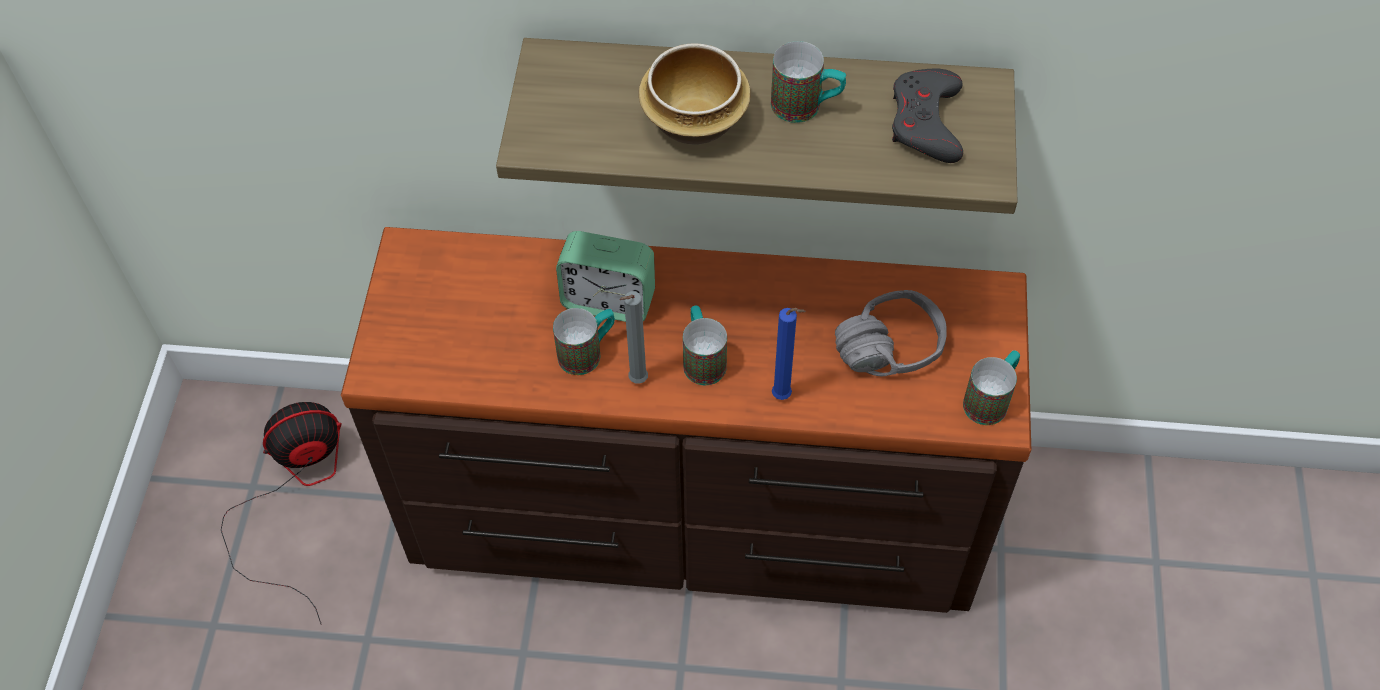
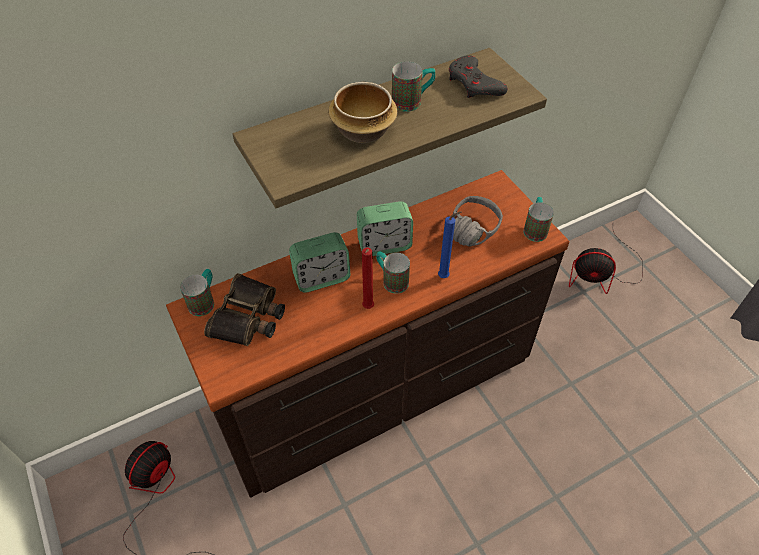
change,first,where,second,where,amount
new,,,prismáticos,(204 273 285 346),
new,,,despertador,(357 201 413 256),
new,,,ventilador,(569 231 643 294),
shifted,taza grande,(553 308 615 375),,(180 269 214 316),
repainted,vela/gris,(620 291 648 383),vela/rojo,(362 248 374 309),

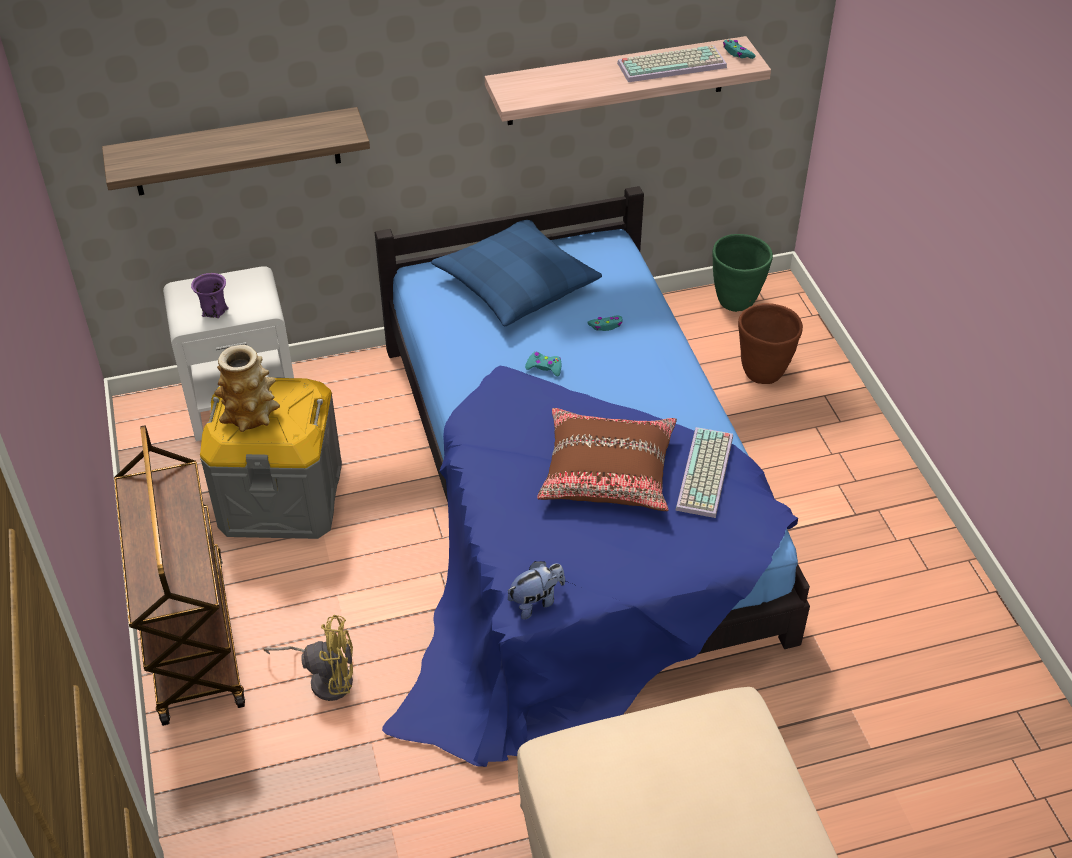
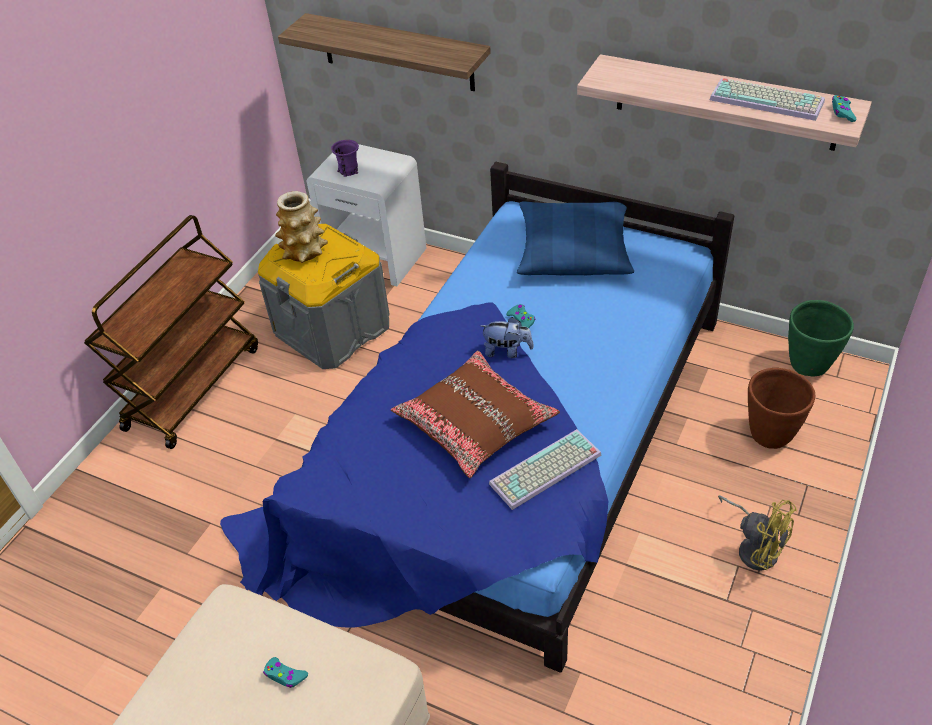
change,first,where,second,where,amount
shifted,ventilador/amarillo,(264 615 353 701),,(718 495 797 571),
shifted,peluche,(507 561 565 620),,(481 317 534 358),
shifted,mando de consola/turquesa,(587 315 623 331),,(263 657 308 688),

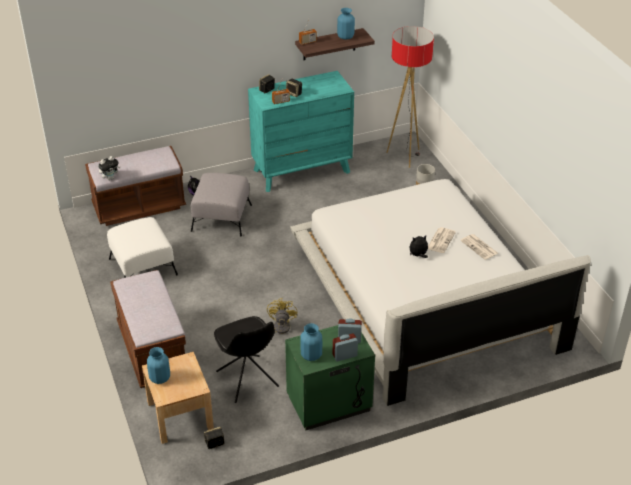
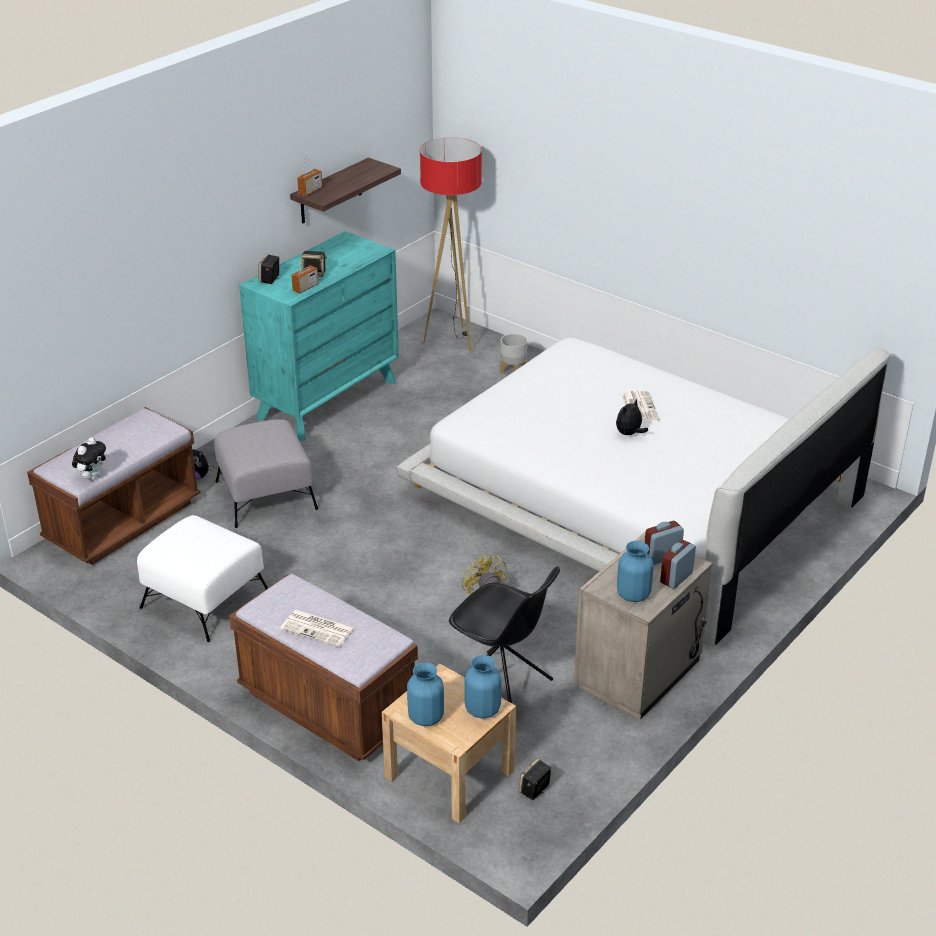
change,first,where,second,where,amount
shifted,florero/azul,(337 8 355 40),,(464 655 502 719),
shifted,periódico,(460 234 498 260),,(280 610 354 647),
repainted,mesita de noche/verde,(285 325 375 430),mesita de noche/beis,(574 532 713 720),

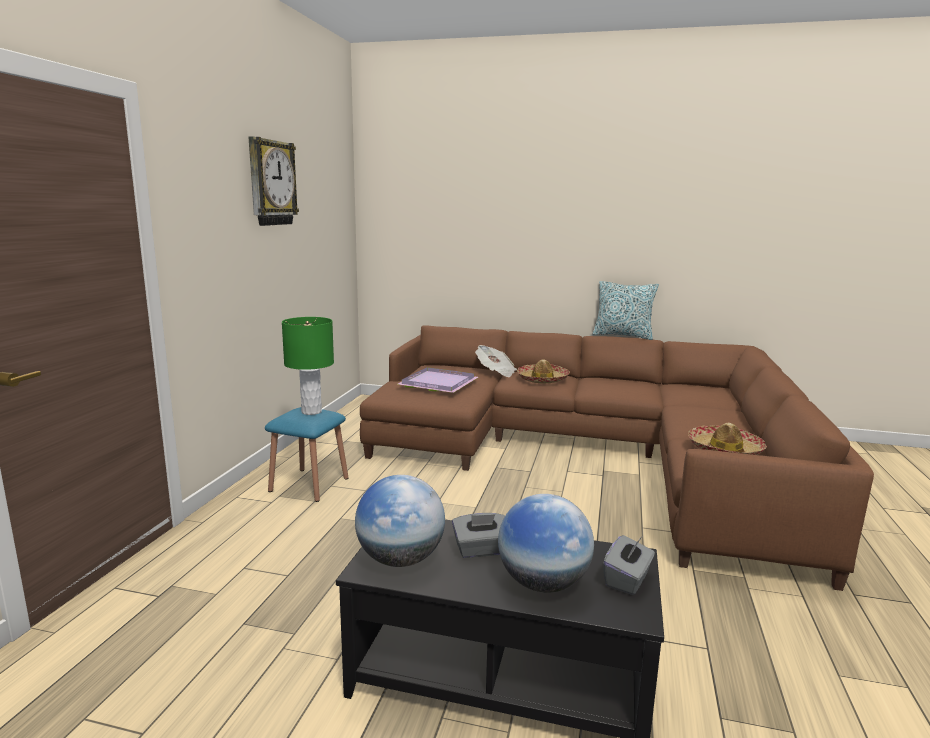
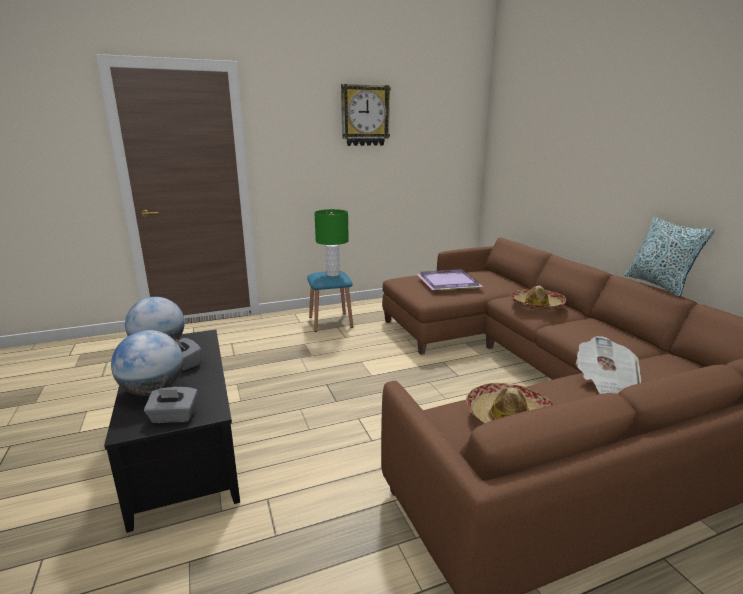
change,first,where,second,where,amount
shifted,periódico,(475 345 517 377),,(576 336 641 394),

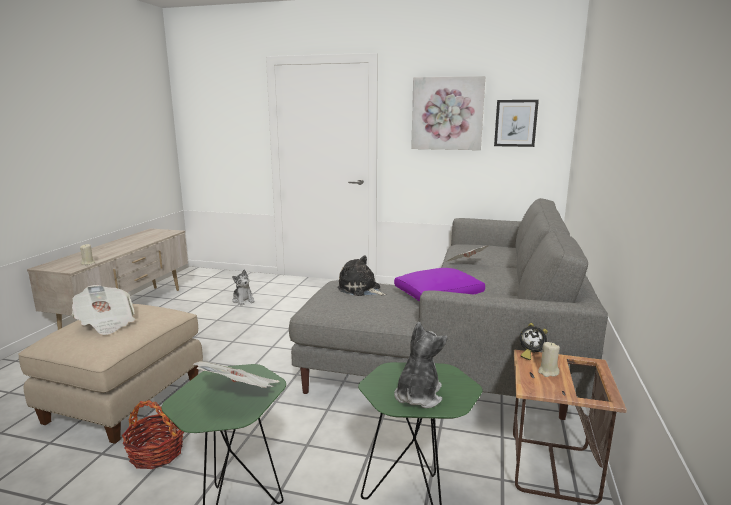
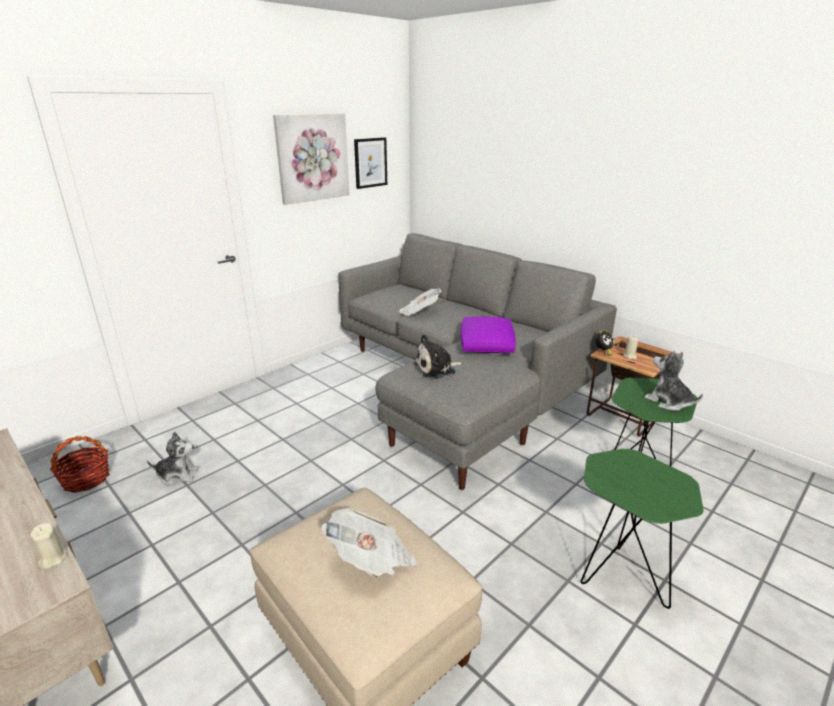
change,first,where,second,where,amount
gone,periódico,(193 361 280 388),,,
shifted,cesta,(122 400 184 469),,(50 436 110 493),

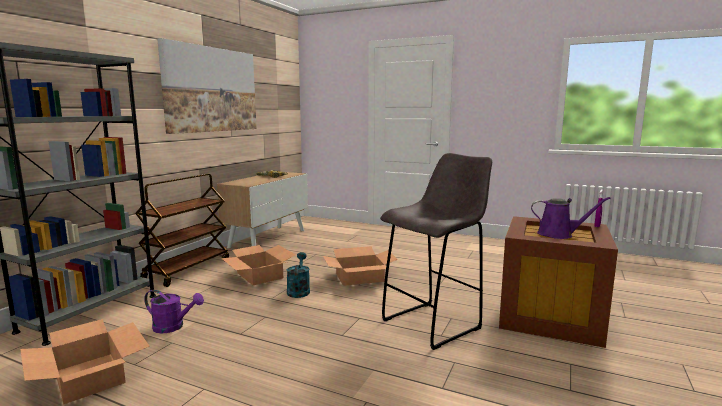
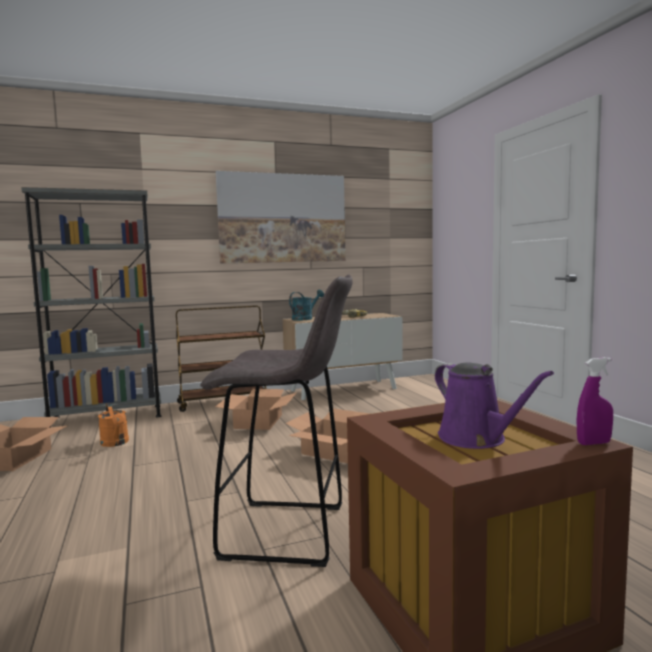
change,first,where,second,where,amount
shifted,regadera/turquesa,(287 252 310 298),,(289 290 324 321),
repainted,regadera/morado,(144 290 204 333),regadera/naranja,(98 403 129 447),

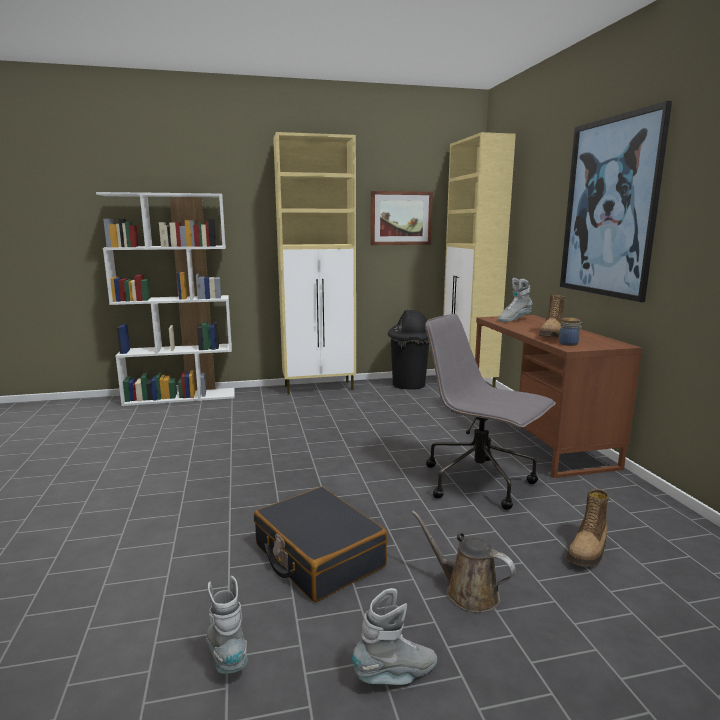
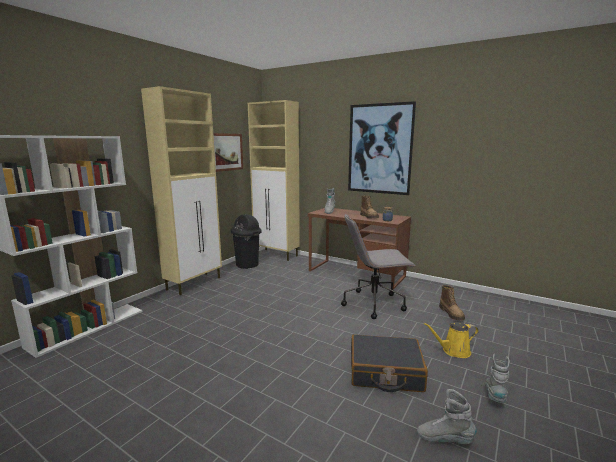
change,first,where,second,where,amount
repainted,regadera/marrón,(411 510 516 613),regadera/amarillo,(424 322 479 358),

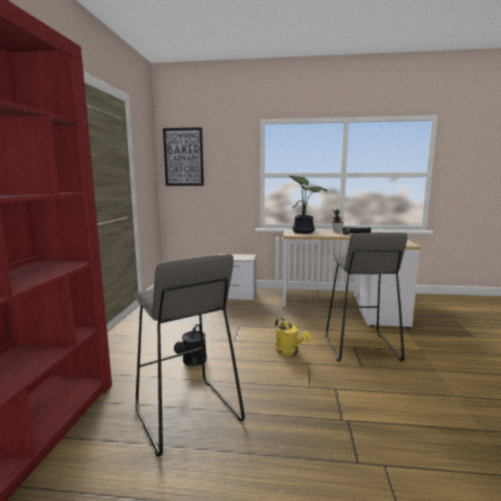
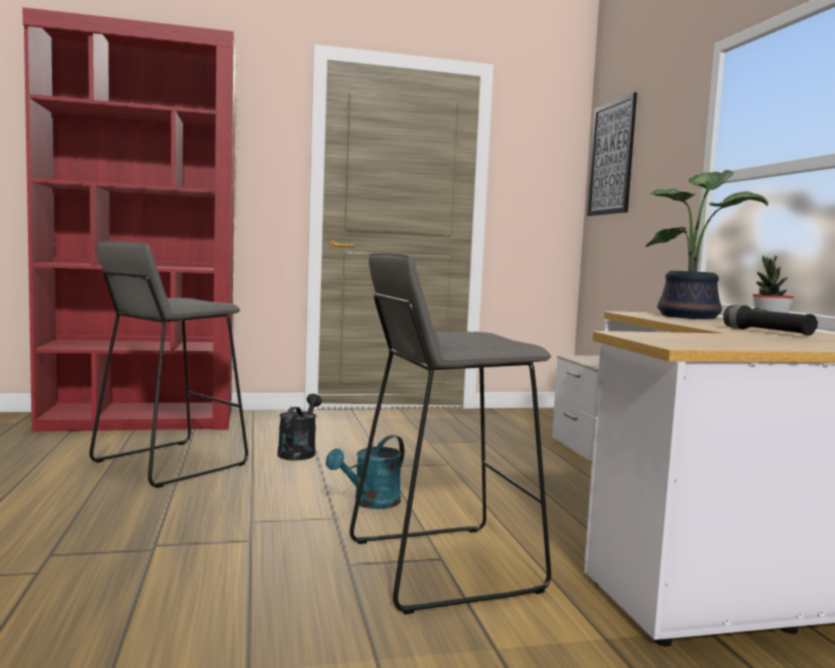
change,first,where,second,where,amount
repainted,regadera/amarillo,(275 317 312 356),regadera/turquesa,(326 435 404 509),
rotated,regadera/negro,(174 324 207 366),,(278 394 322 460),105 degrees clockwise

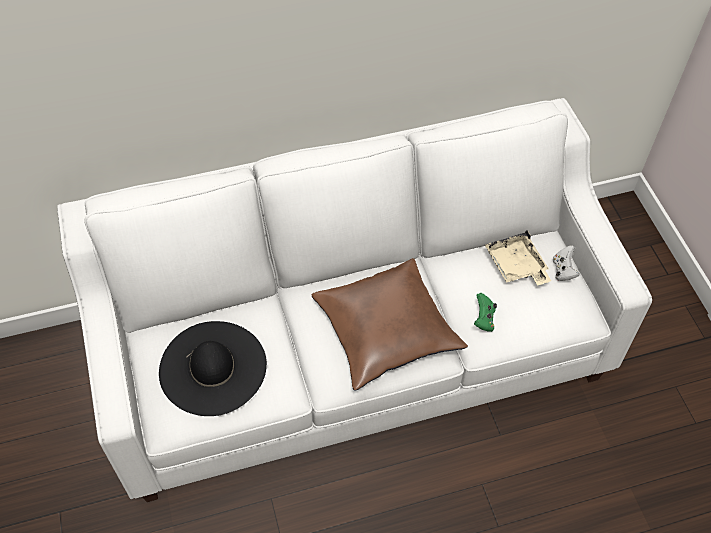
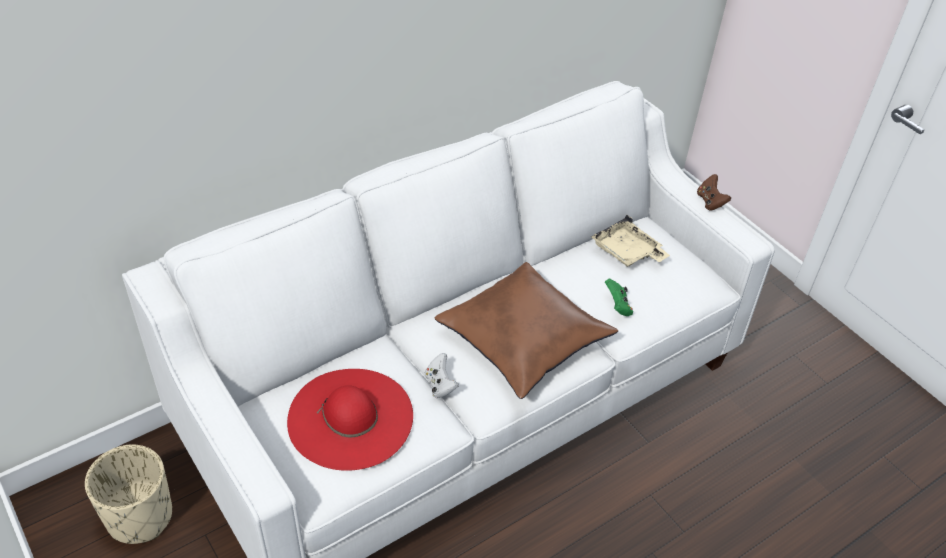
change,first,where,second,where,amount
new,,,maceta/beis,(85 444 172 544),
new,,,mando de consola/marrón,(697 174 731 211),
shifted,mando de consola/blanco,(553 245 580 281),,(425 353 459 398),
repainted,sombrero/negro,(159 321 267 416),sombrero/rojo,(287 369 413 471),

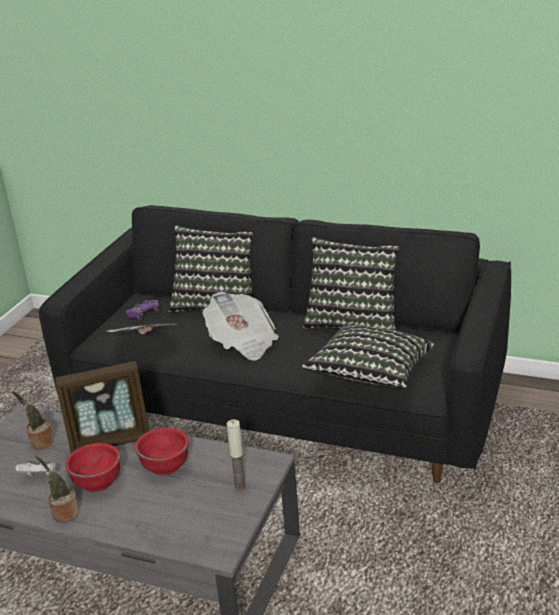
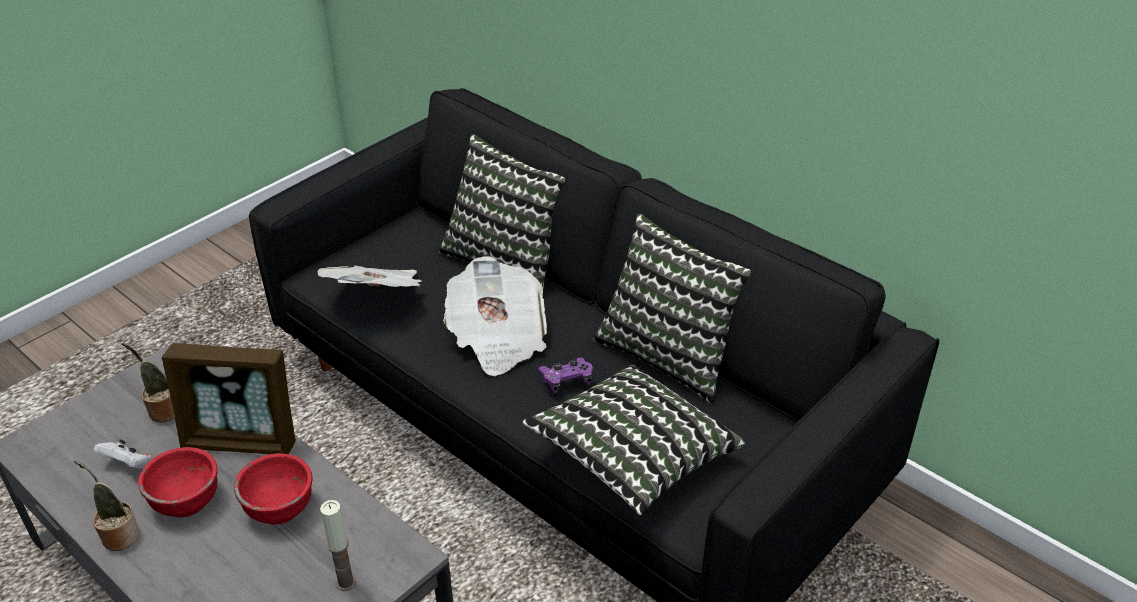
change,first,where,second,where,amount
shifted,mando de consola/morado,(126 300 160 320),,(538 357 593 393),

